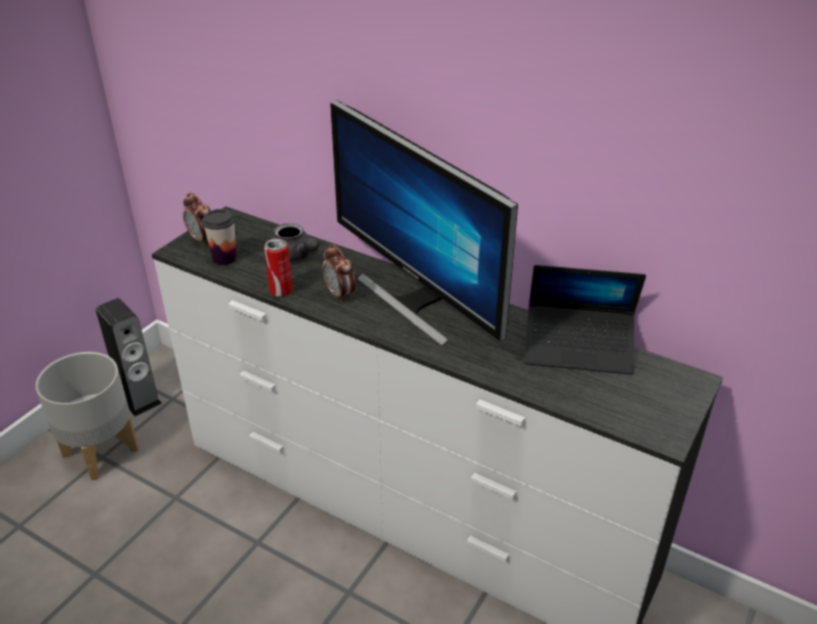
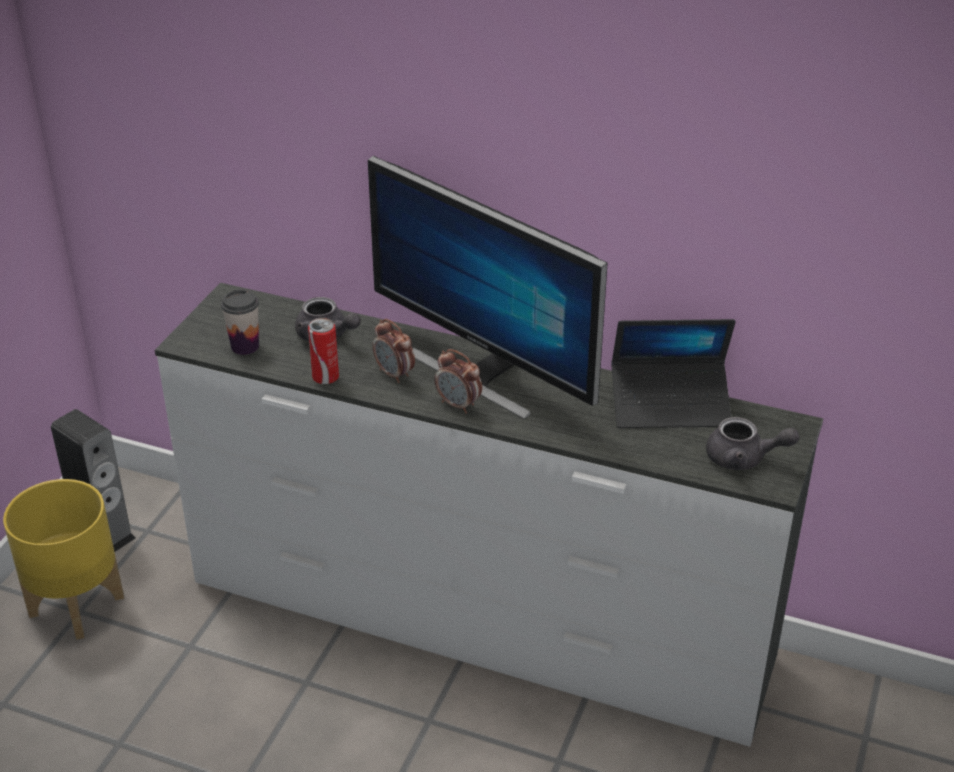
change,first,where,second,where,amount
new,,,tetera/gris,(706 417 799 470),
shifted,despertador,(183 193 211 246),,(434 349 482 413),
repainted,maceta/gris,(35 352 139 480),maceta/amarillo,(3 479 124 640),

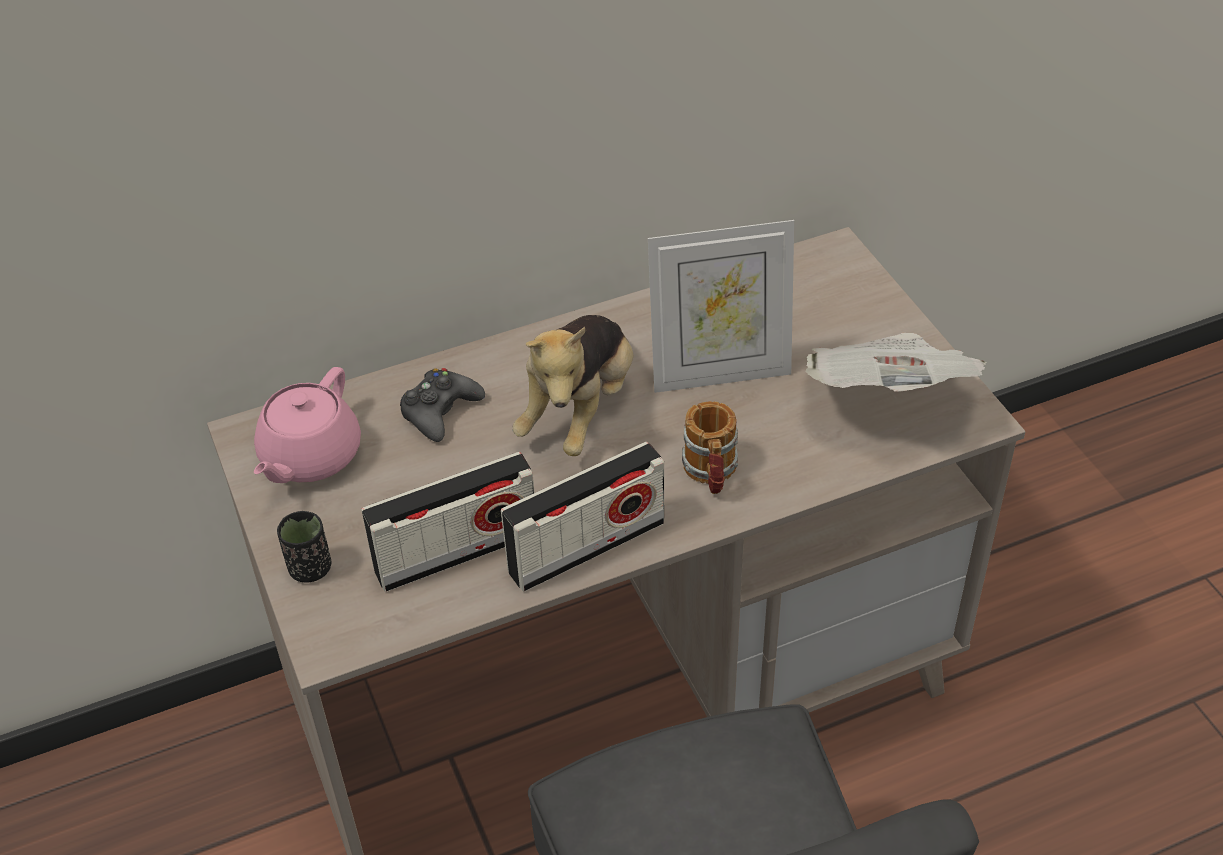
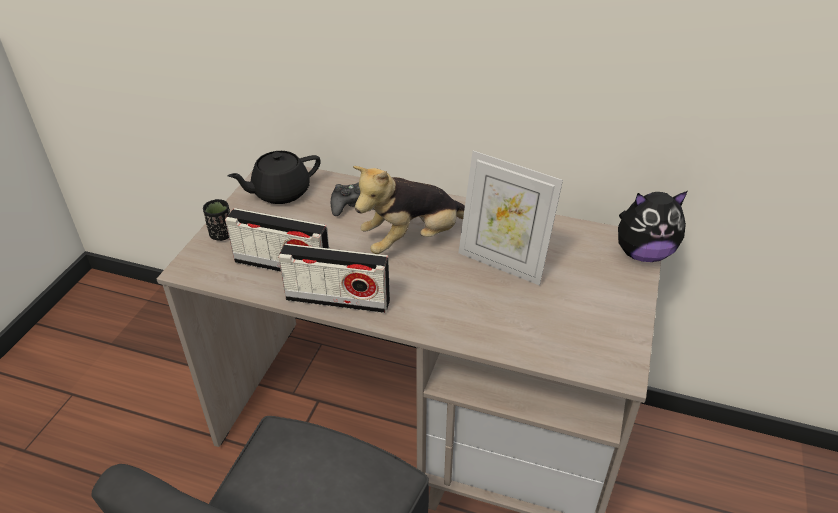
change,first,where,second,where,amount
gone,taza grande,(682 401 738 494),,,
gone,periódico,(806 333 986 392),,,
new,,,peluche,(618 191 688 262),
repainted,tetera/rosa,(254 367 361 483),tetera/negro,(228 151 321 204),

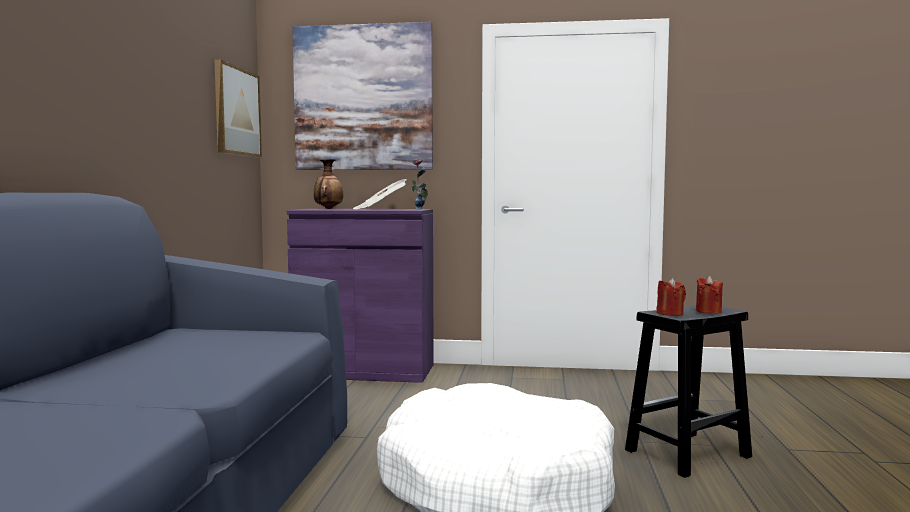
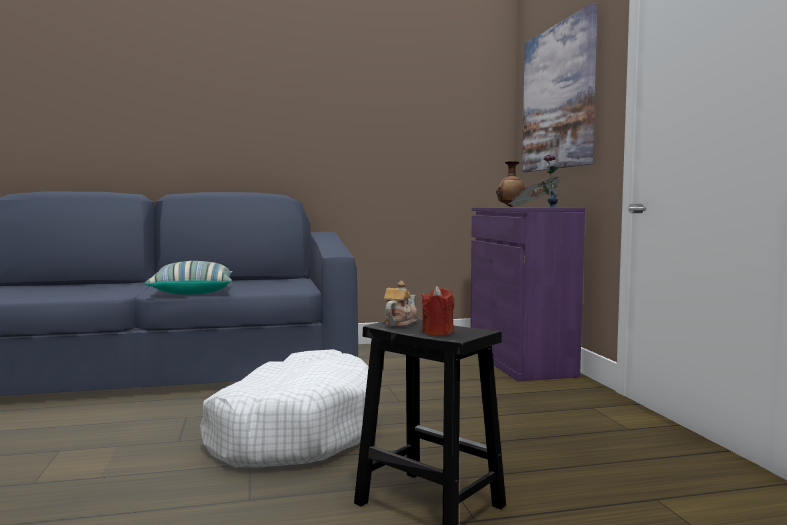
change,first,where,second,where,amount
gone,cuadro,(214 59 262 157),,,
new,,,cojín,(144 261 233 295),
swapped,vela/rojo,(657 278 686 316),tetera,(384 281 417 327),

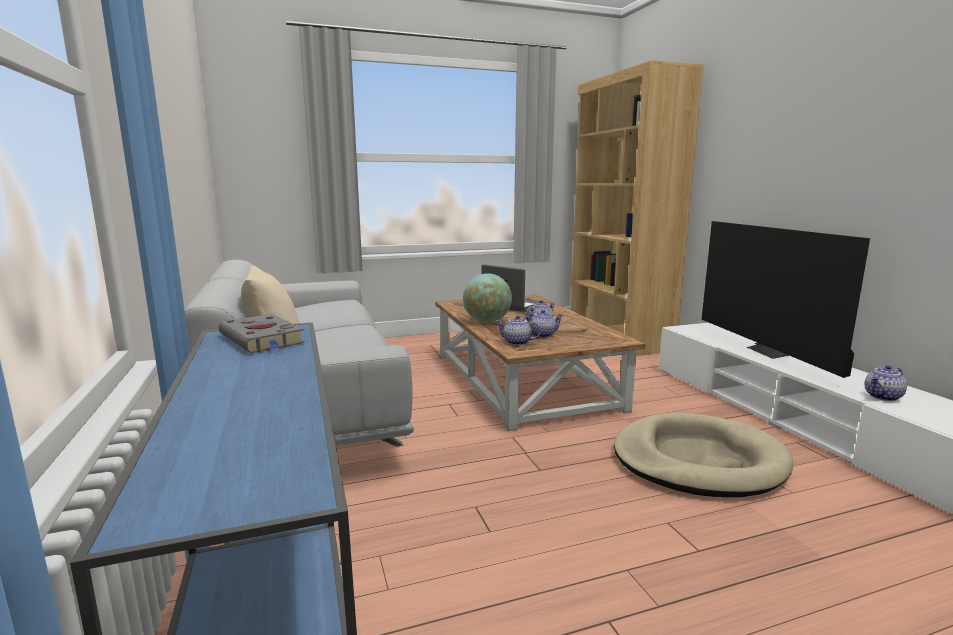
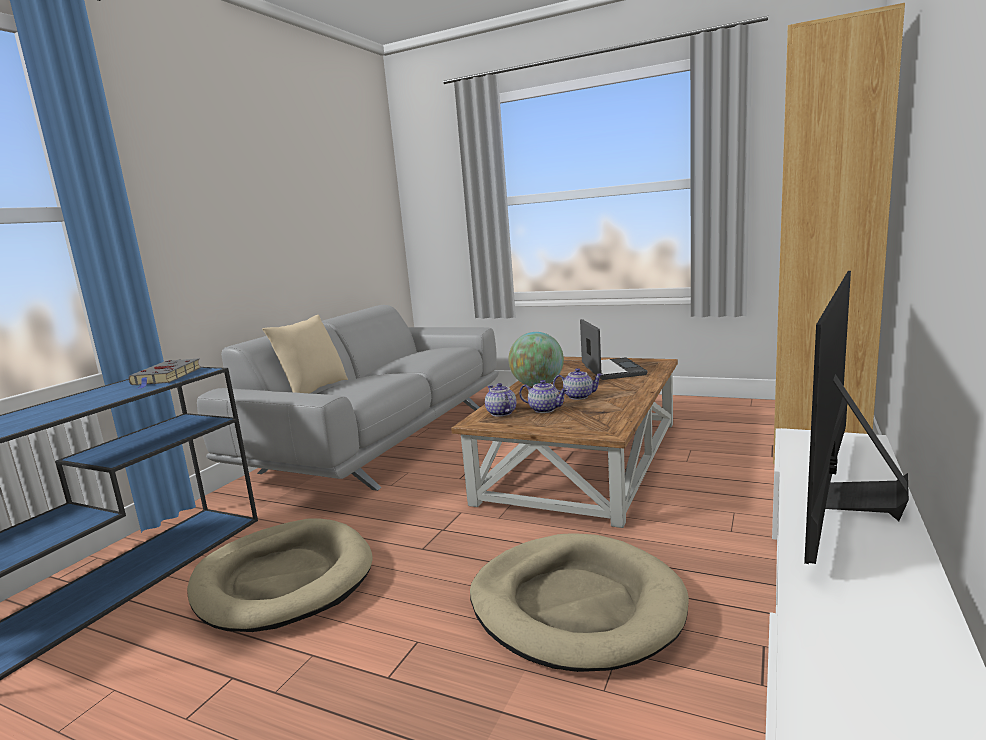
change,first,where,second,where,amount
gone,tetera,(864 365 907 401),,,
new,,,cama para perro/beis,(187 518 373 632),

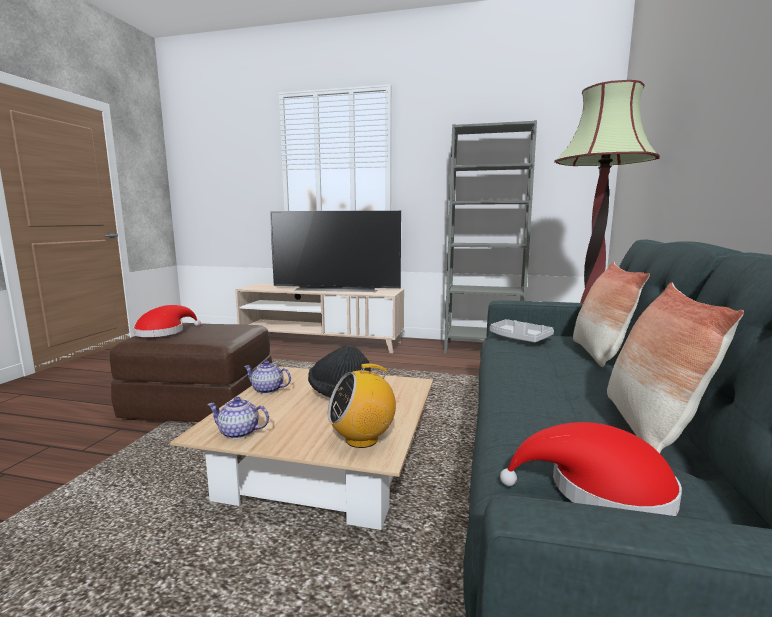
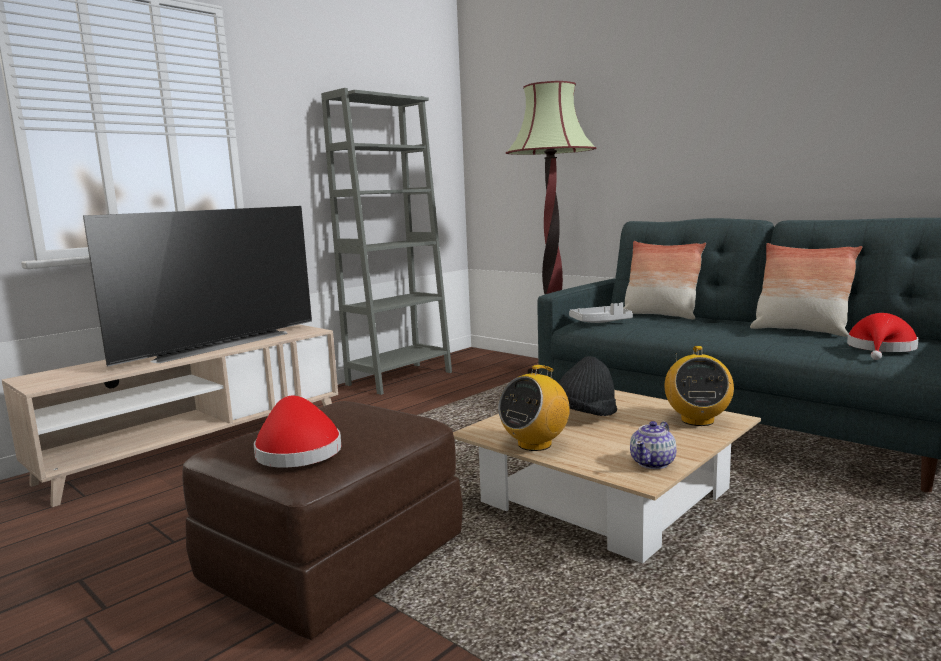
change,first,where,second,where,amount
swapped,tetera,(244 361 291 394),radio,(498 365 570 451),

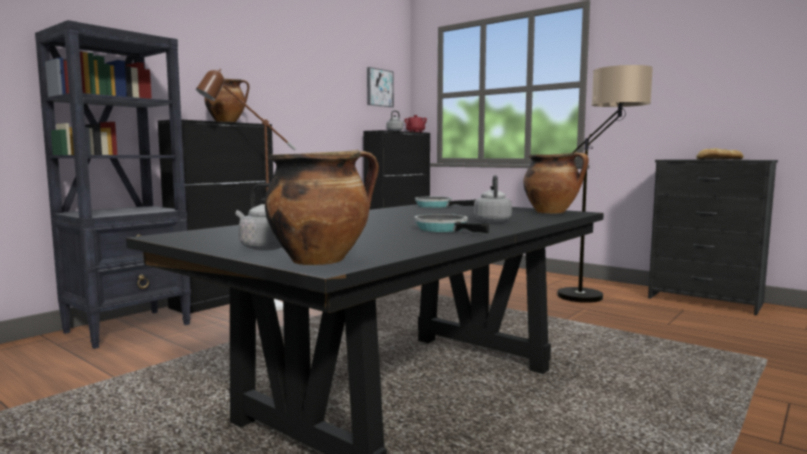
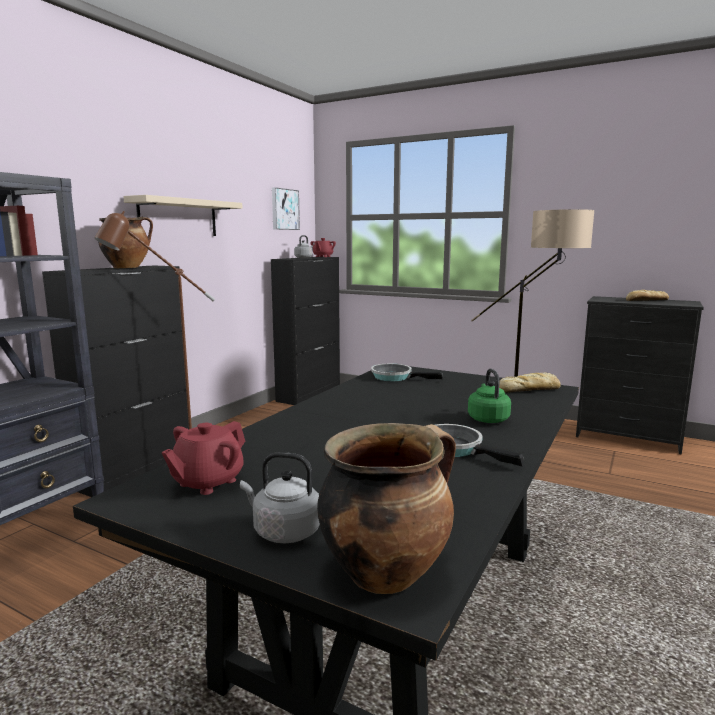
change,first,where,second,where,amount
new,,,estante/beis,(123 195 242 236),
new,,,tetera/rojo,(162 421 245 495),
swapped,olla,(523 152 589 213),pan,(499 373 561 393),
repainted,hervidor/gris,(474 175 512 223),hervidor/verde,(468 369 511 423),

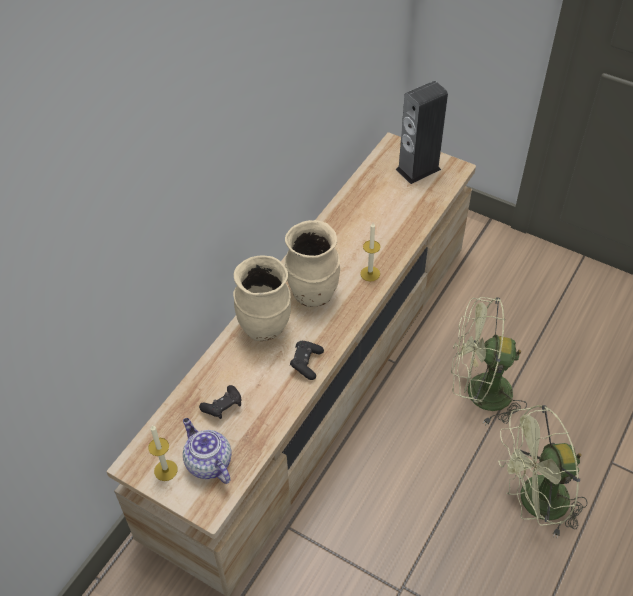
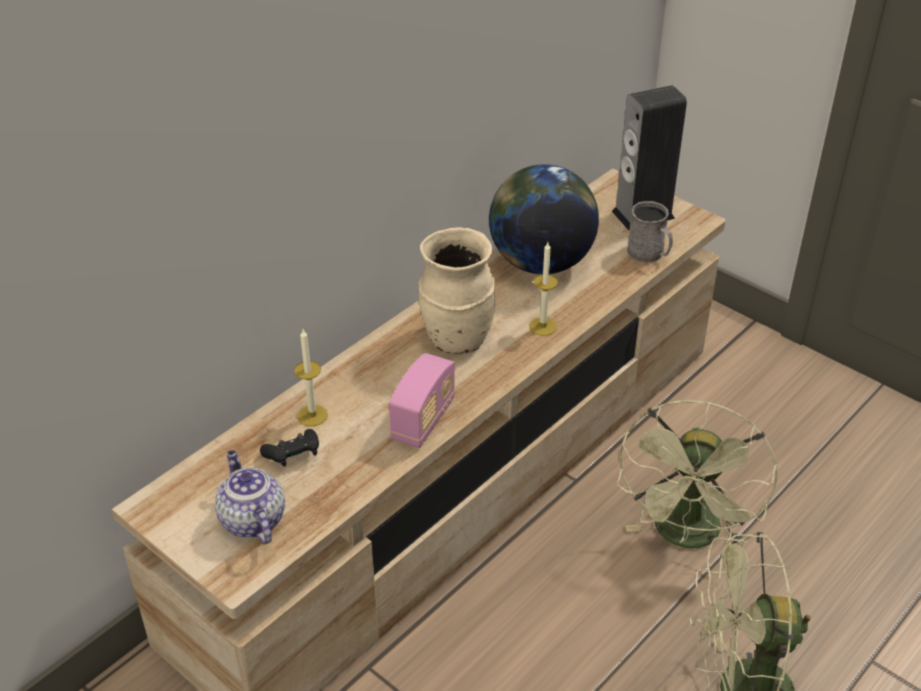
change,first,where,second,where,amount
gone,florero/beis,(233 255 291 341),,,
new,,,globo terráqueo,(489 164 599 274),
new,,,taza grande/gris,(627 201 673 263),
shifted,vela,(148 425 178 481),,(294 329 328 426),
swapped,mando de consola/negro,(290 341 324 380),radio,(389 353 455 448),
rotated,ventilador/verde,(451 297 527 425),,(617 400 778 548),90 degrees counterclockwise

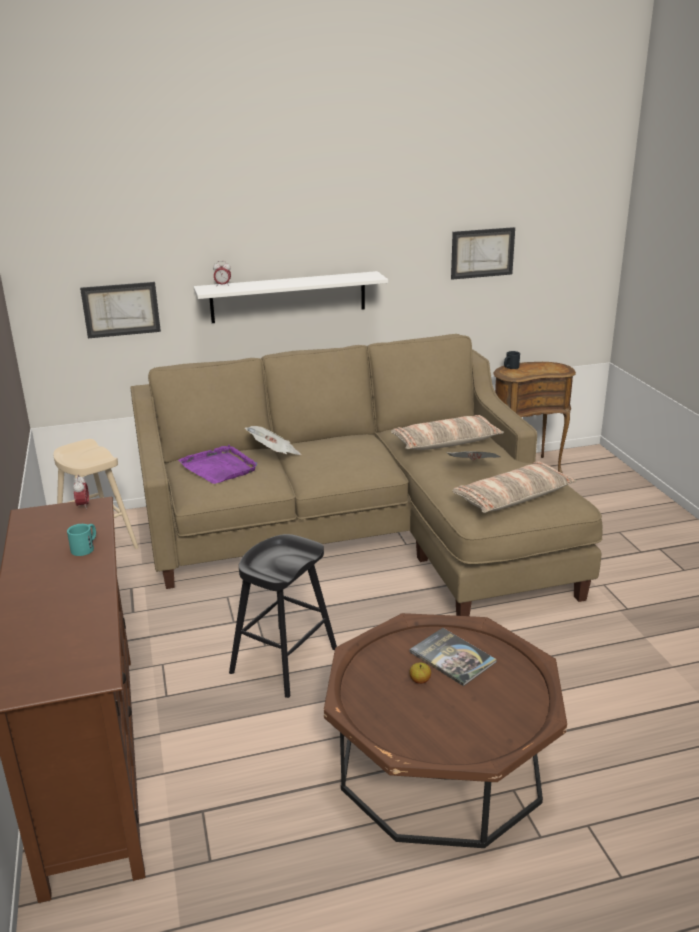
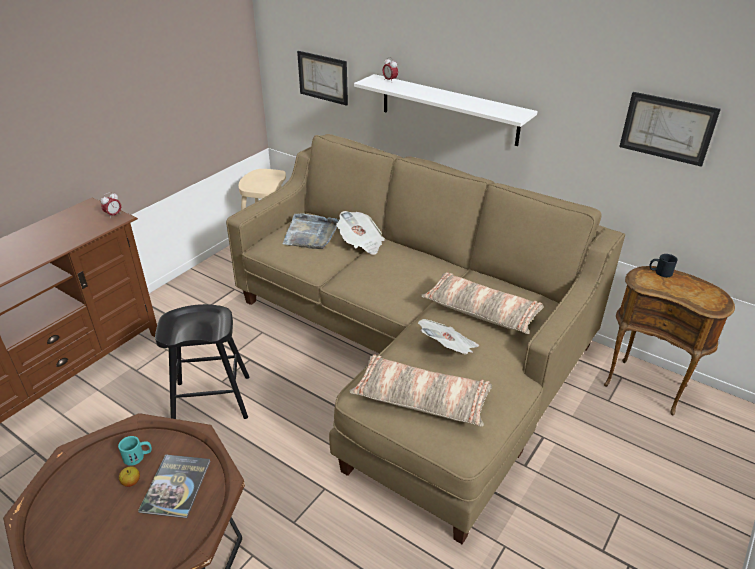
change,first,where,second,where,amount
shifted,taza grande/turquesa,(67 524 96 556),,(118 436 152 466),
repainted,bandeja/morado,(178 445 257 484),bandeja/gris,(283 213 339 249),

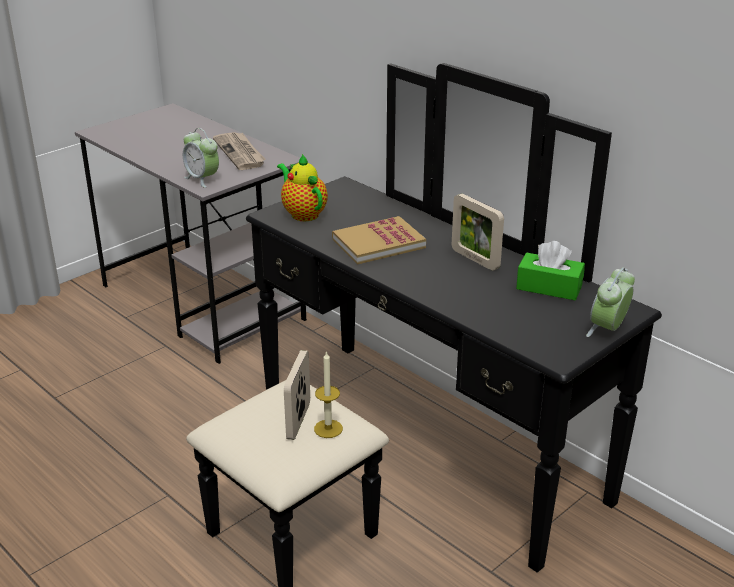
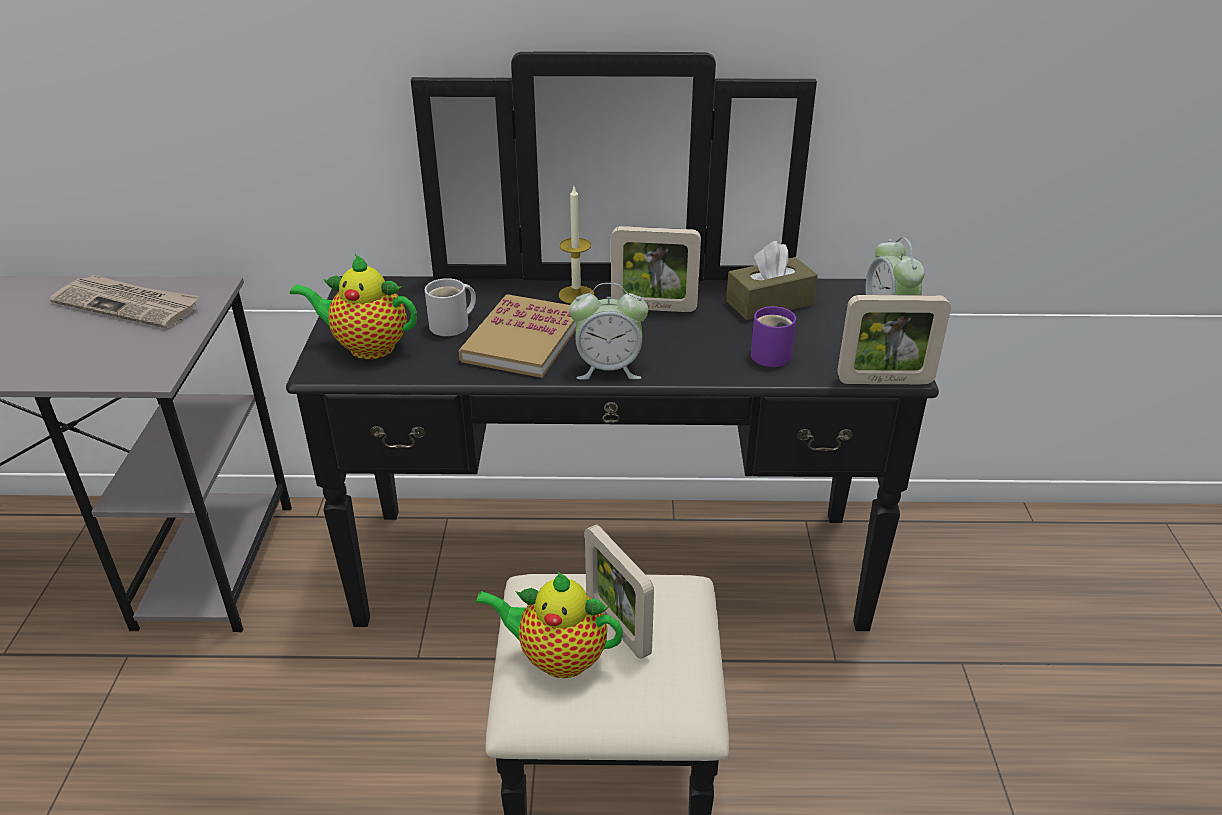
change,first,where,second,where,amount
new,,,taza grande/blanco,(425 278 476 336),
new,,,tetera,(475 571 623 678),
new,,,taza grande/morado,(751 306 796 367),
new,,,portarretratos,(837 295 951 384),
shifted,despertador,(183 128 219 188),,(569 283 648 380),
shifted,vela,(314 351 343 438),,(559 187 594 304),
repainted,caja de pañuelos/verde,(516 241 585 300),caja de pañuelos/marrón,(726 241 818 320),

